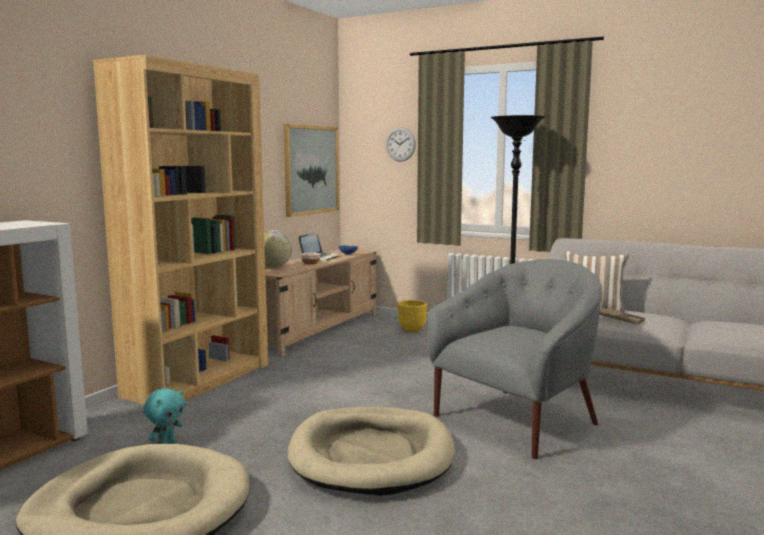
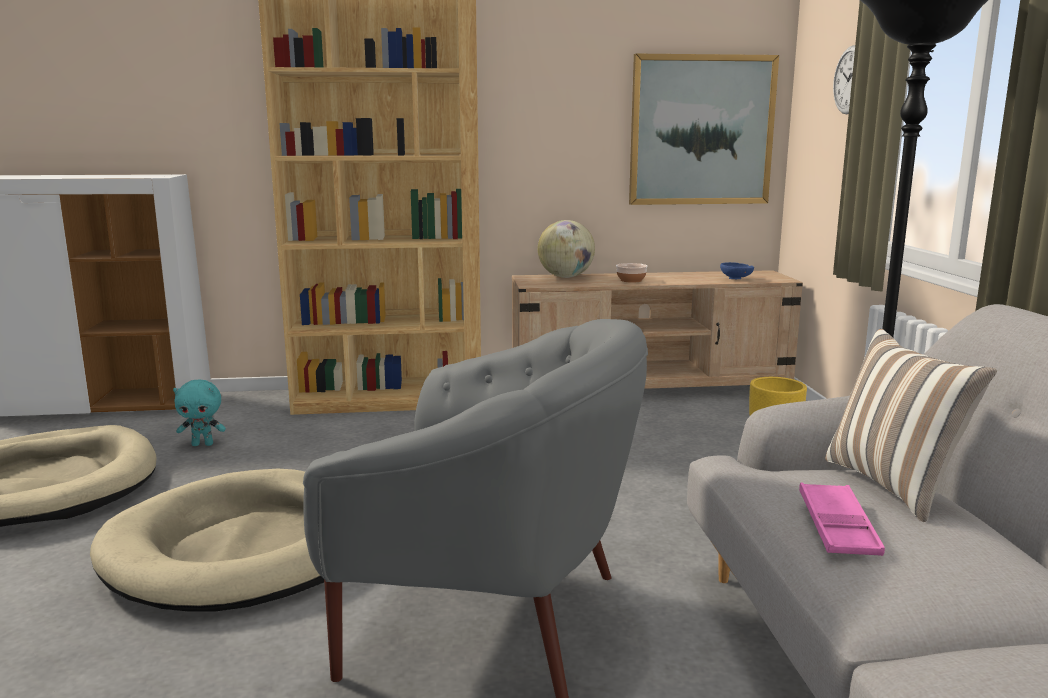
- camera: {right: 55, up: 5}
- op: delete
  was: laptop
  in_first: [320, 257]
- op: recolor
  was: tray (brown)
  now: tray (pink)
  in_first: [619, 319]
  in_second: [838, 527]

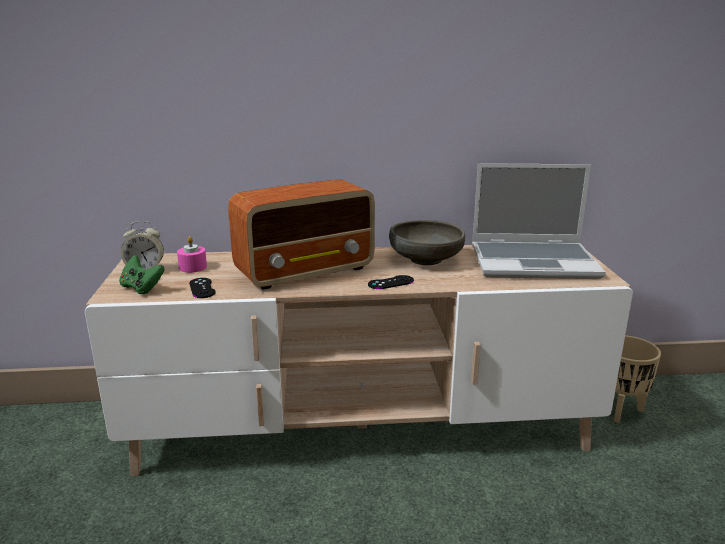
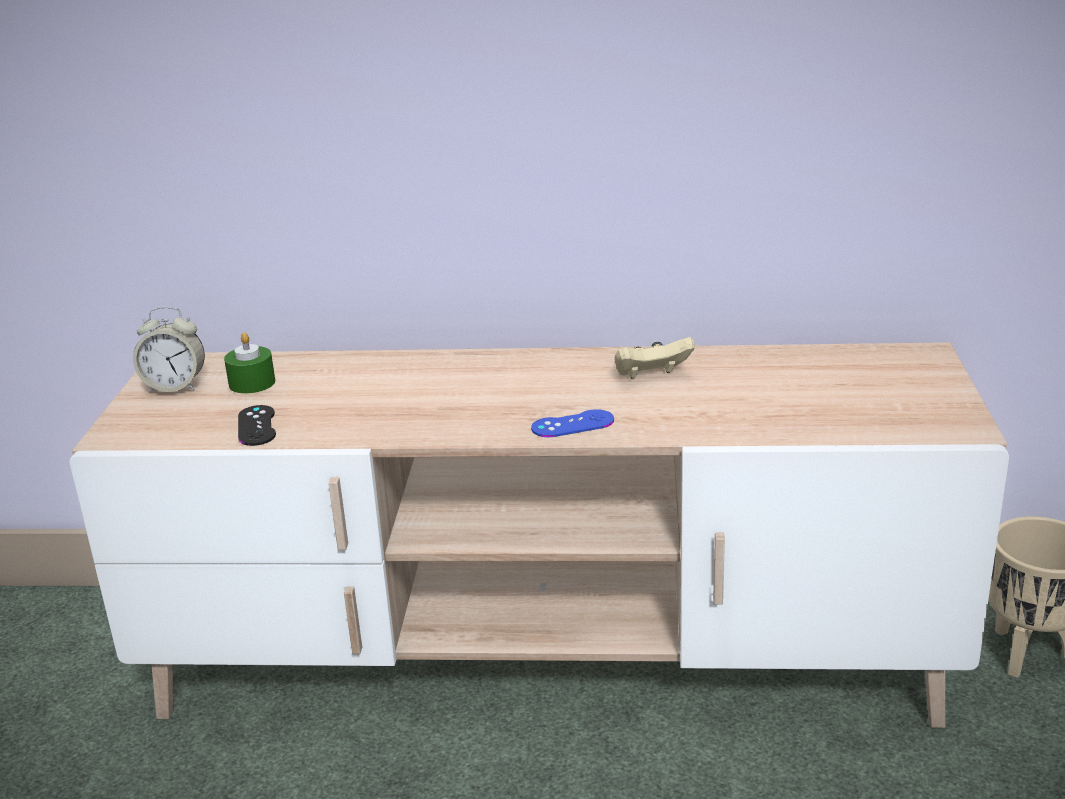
- camera: {right: 10, up: 5}
- op: delete
  was: game controller (green)
  in_first: [142, 288]
- op: recolor
  was: candle (pink)
  now: candle (green)
  in_first: [193, 267]
  in_second: [252, 383]
- op: delete
  was: radio
  in_first: [306, 271]
- op: recolor
  was: game controller (black)
  now: game controller (blue)
  in_first: [391, 282]
  in_second: [572, 424]
- op: replace
  was: bowl (grey)
  now: game controller (beige)
  in_first: [425, 259]
  in_second: [651, 376]
- op: delete
  was: laptop
  in_first: [534, 262]

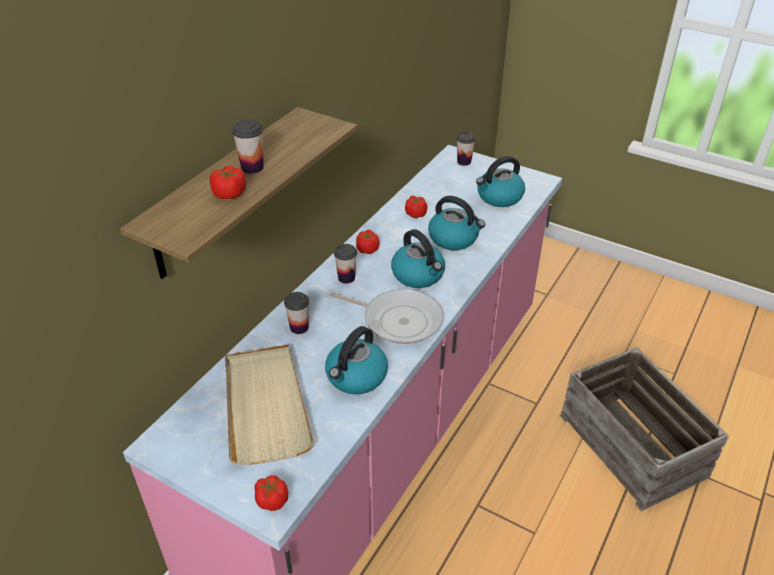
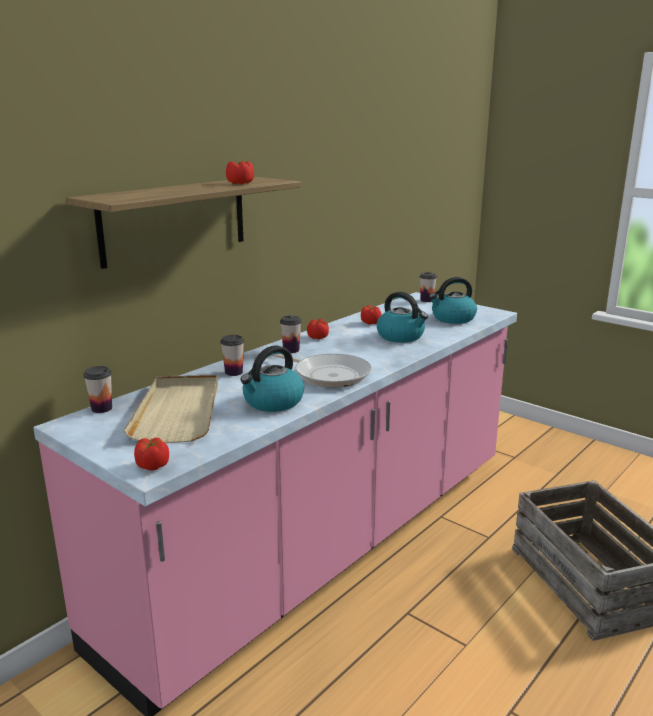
- camera: {right: 10, up: -20}
- op: move
  was: tomato
  in_first: [230, 194]
  in_second: [240, 183]
- op: move
  was: cup
  in_first: [252, 167]
  in_second: [102, 408]
- op: delete
  was: kettle
  in_first: [418, 275]

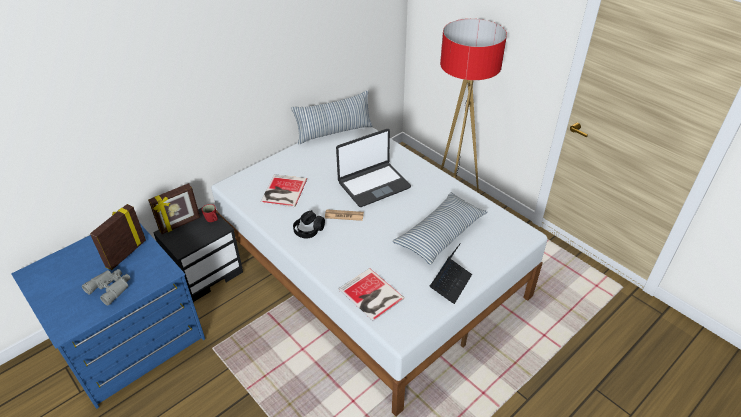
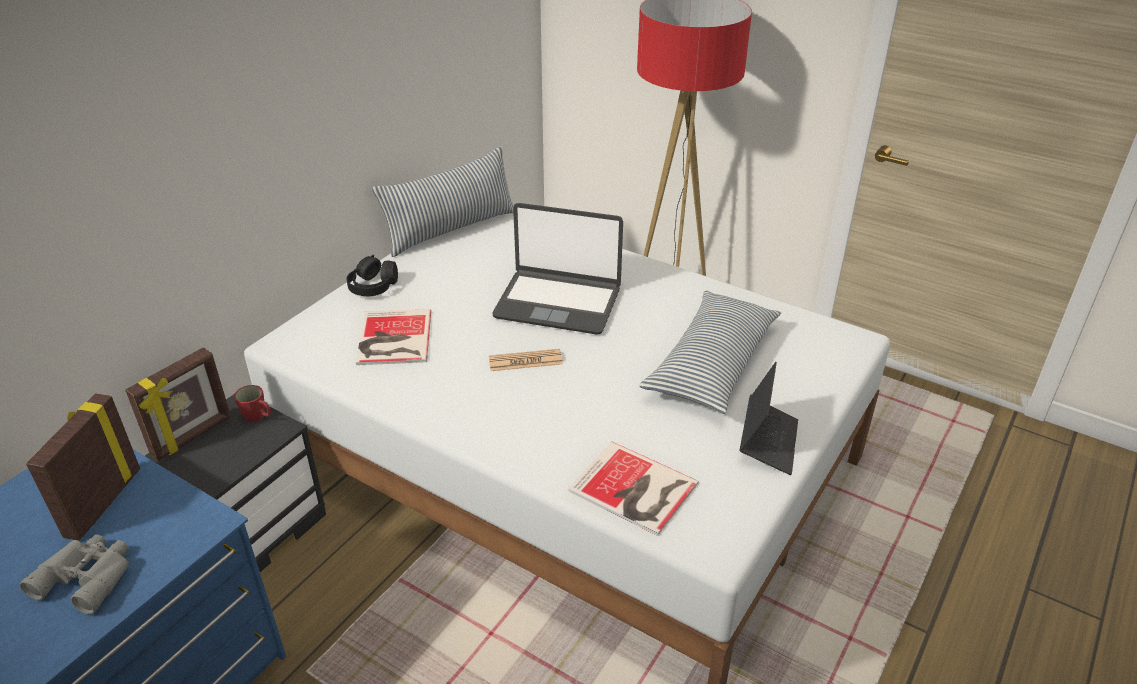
- camera: {right: -15, up: -5}
- op: move
  was: headphones (black)
  in_first: [309, 230]
  in_second: [373, 286]
- op: rotate
  was: laptop
  in_first: [373, 185]
  in_second: [558, 303]
  clockwise: 60

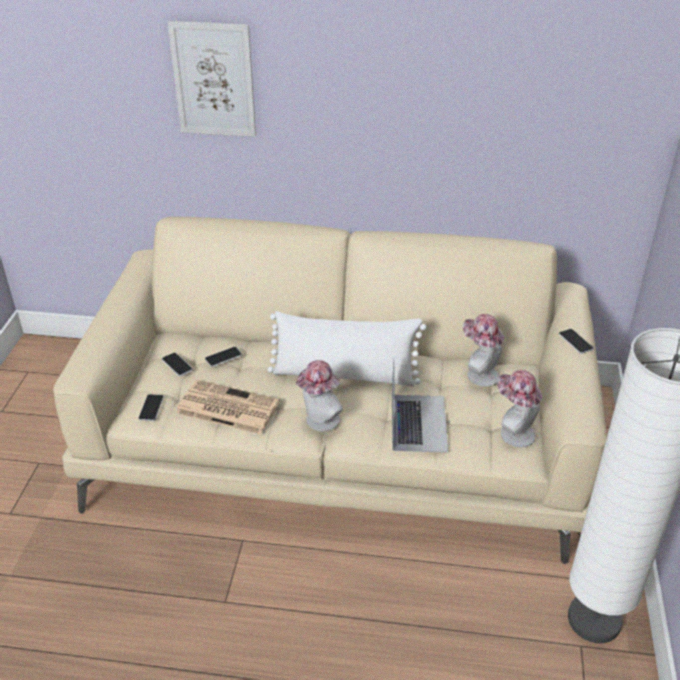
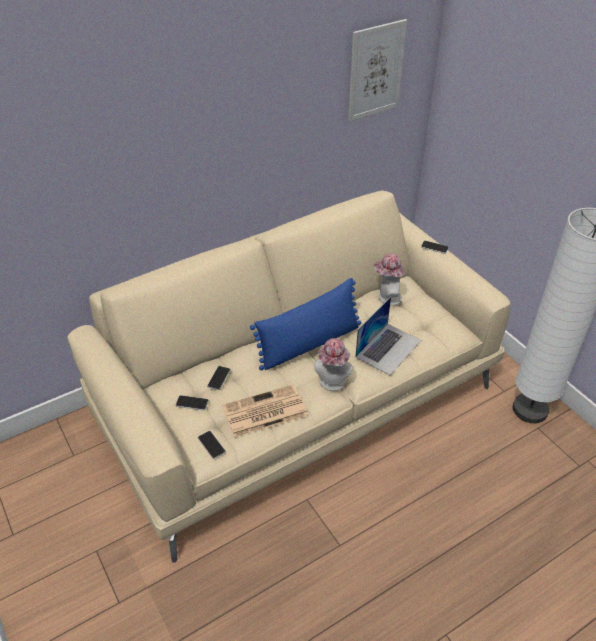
- camera: {right: -40, up: 5}
- op: move
  was: picture
  in_first: [213, 80]
  in_second: [375, 71]
- op: recolor
  was: pillow (white)
  now: pillow (blue)
  in_first: [344, 374]
  in_second: [309, 343]
- op: rotate
  was: laptop
  in_first: [418, 422]
  in_second: [388, 348]
  clockwise: 75
- op: delete
  was: hat
  in_first: [513, 432]

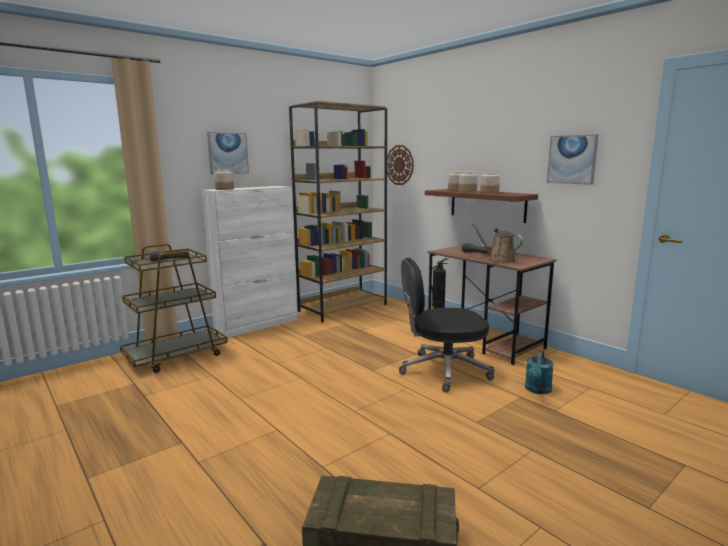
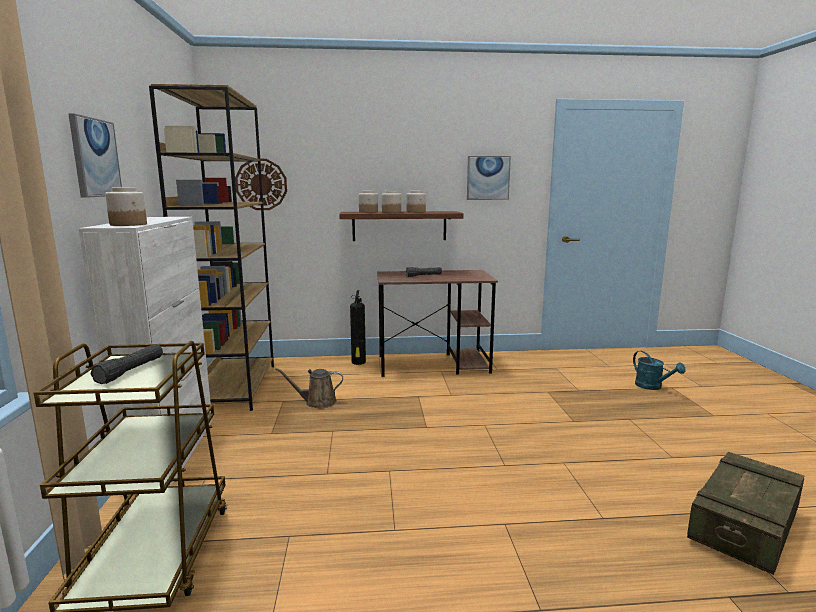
- camera: {right: -55, up: 0}
- op: delete
  was: office chair (black)
  in_first: [443, 371]
- op: move
  was: watering can (brown)
  in_first: [499, 260]
  in_second: [317, 402]
- op: move
  was: watering can (turquoise)
  in_first: [537, 390]
  in_second: [652, 387]

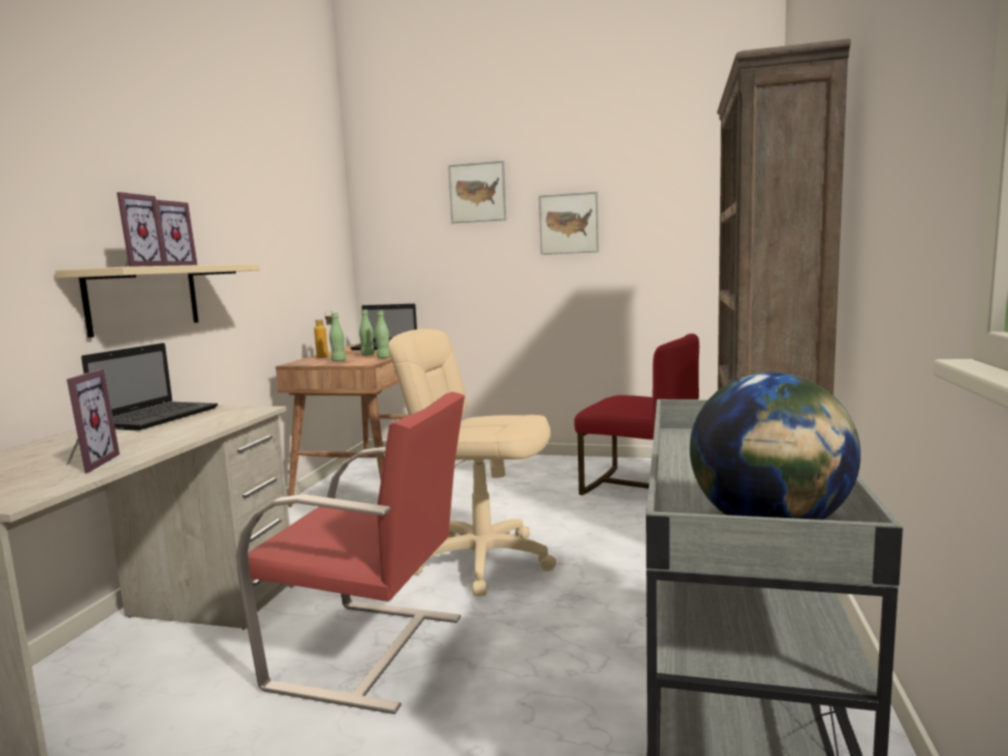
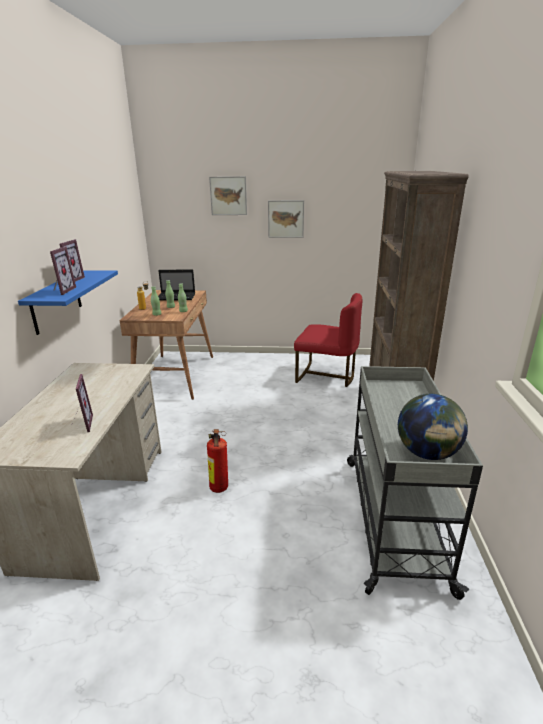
- camera: {right: -10, up: 15}
- op: recolor
  was: shelf (beige)
  now: shelf (blue)
  in_first: [144, 298]
  in_second: [56, 301]
- op: delete
  was: laptop
  in_first: [158, 417]
- op: replace
  was: chair (red)
  now: fire extinguisher
  in_first: [371, 652]
  in_second: [219, 489]
- op: delete
  was: office chair (beige)
  in_first: [483, 561]

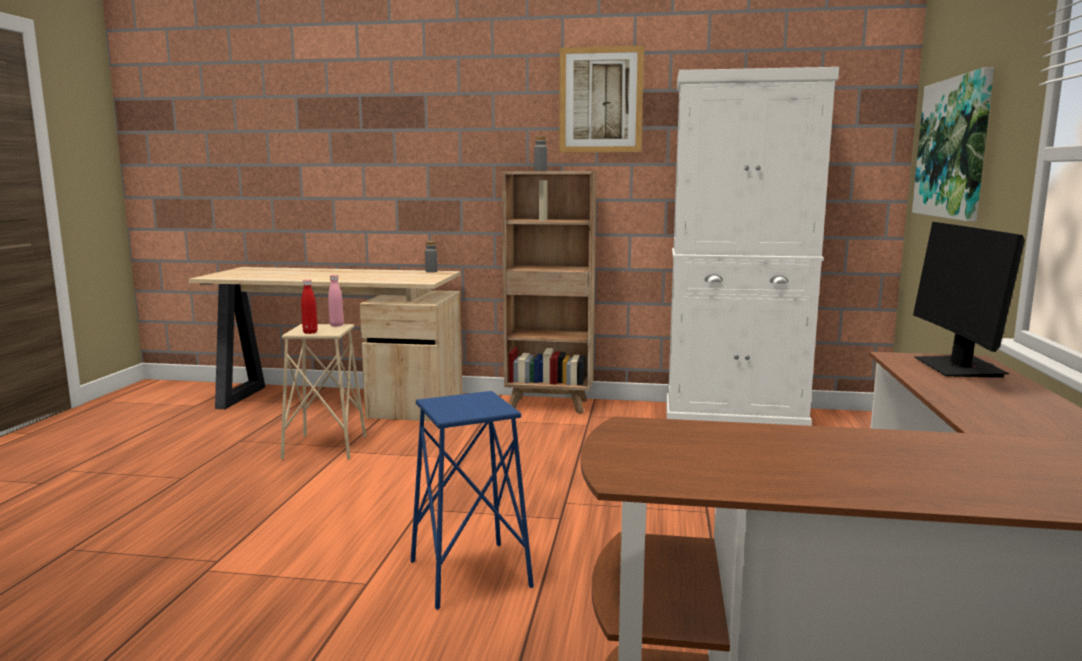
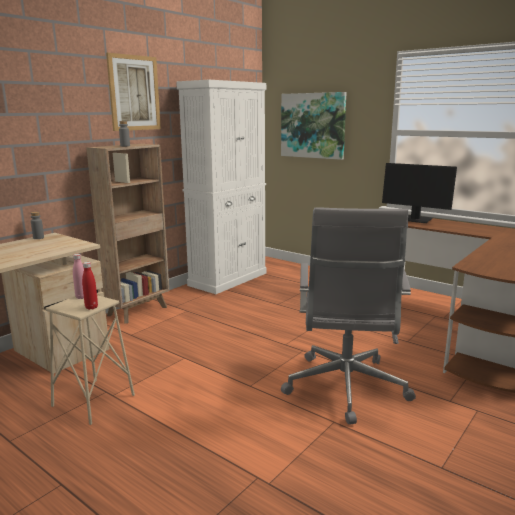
- camera: {right: -60, up: 5}
- op: replace
  was: stool (blue)
  now: office chair (grey)
  in_first: [469, 574]
  in_second: [345, 388]

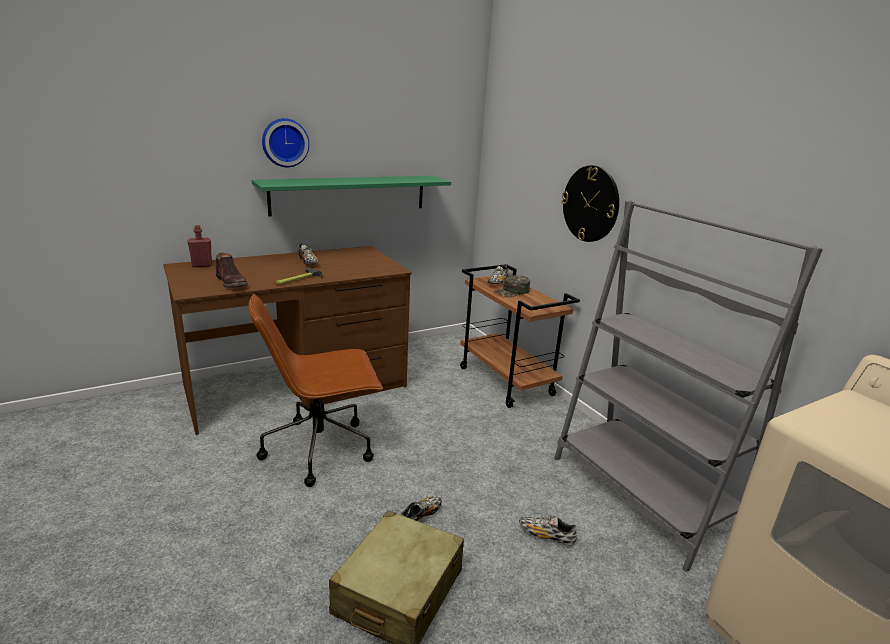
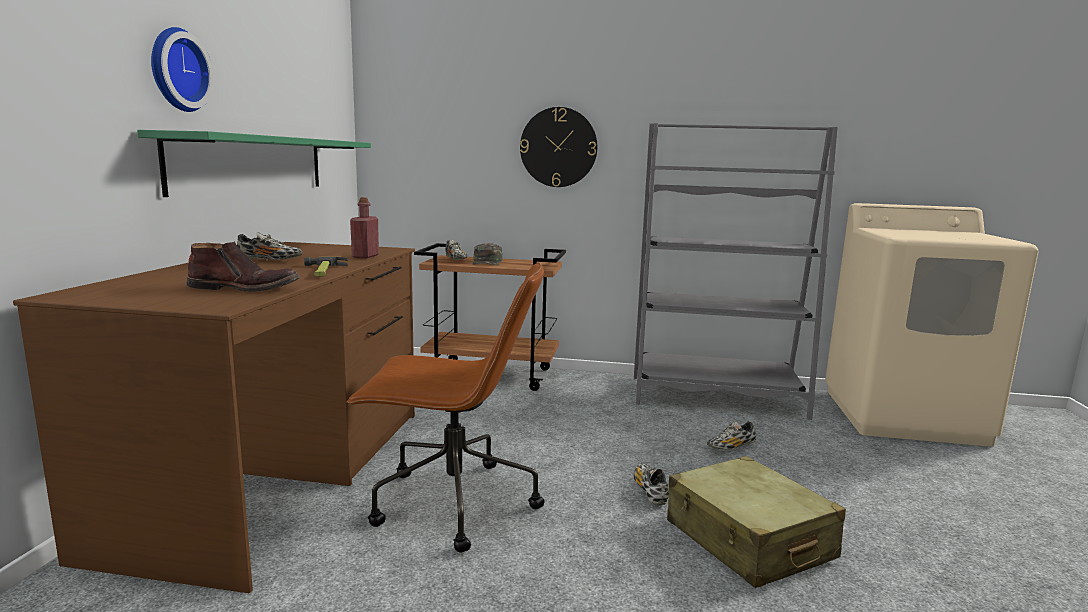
- camera: {right: -50, up: -10}
- op: move
  was: bottle (red)
  in_first: [202, 265]
  in_second: [365, 256]
- op: rotate
  was: office chair (brown)
  in_first: [321, 448]
  in_second: [451, 503]
  clockwise: -105

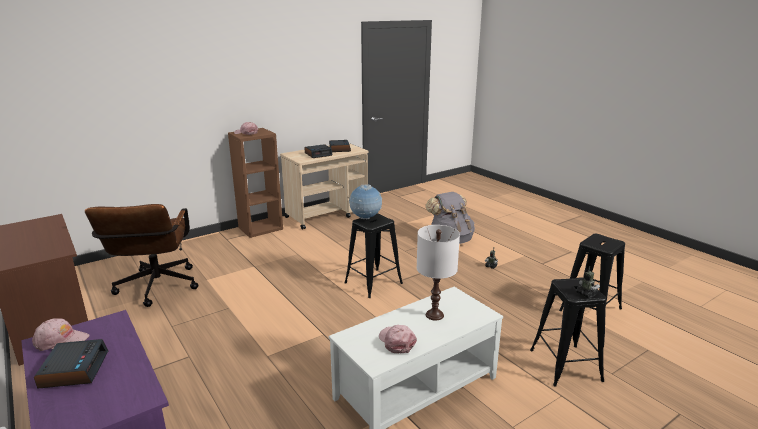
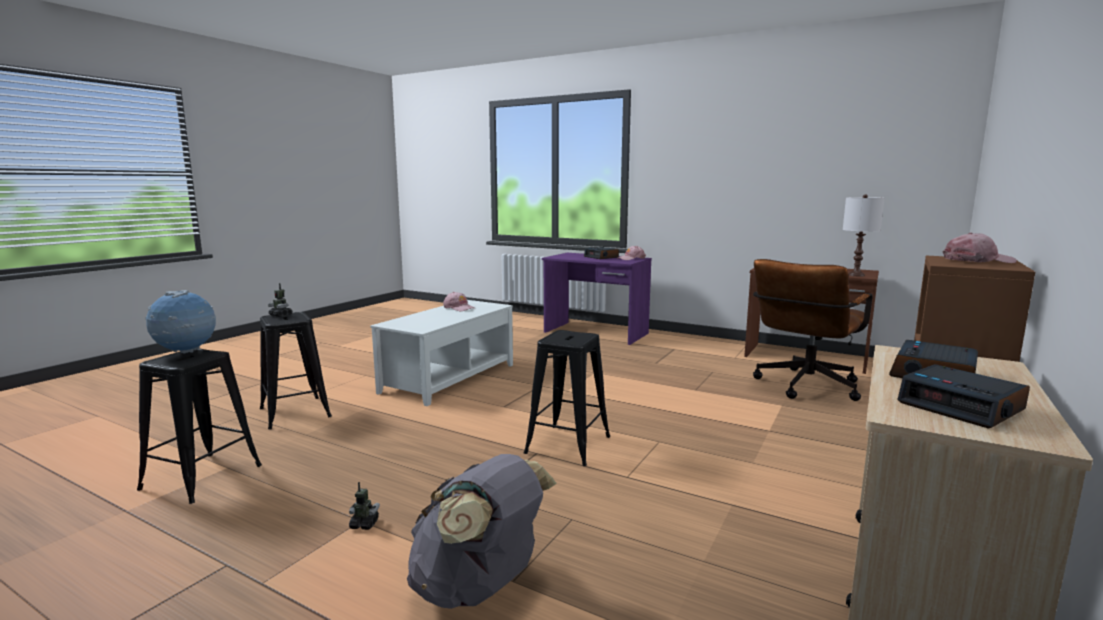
- camera: {right: 155, up: -10}
- op: rotate
  was: office chair (brown)
  in_first: [156, 289]
  in_second: [804, 388]
  clockwise: -105
- op: move
  was: globe
  in_first: [365, 218]
  in_second: [186, 352]
- op: move
  was: table lamp (white)
  in_first: [434, 315]
  in_second: [856, 275]

